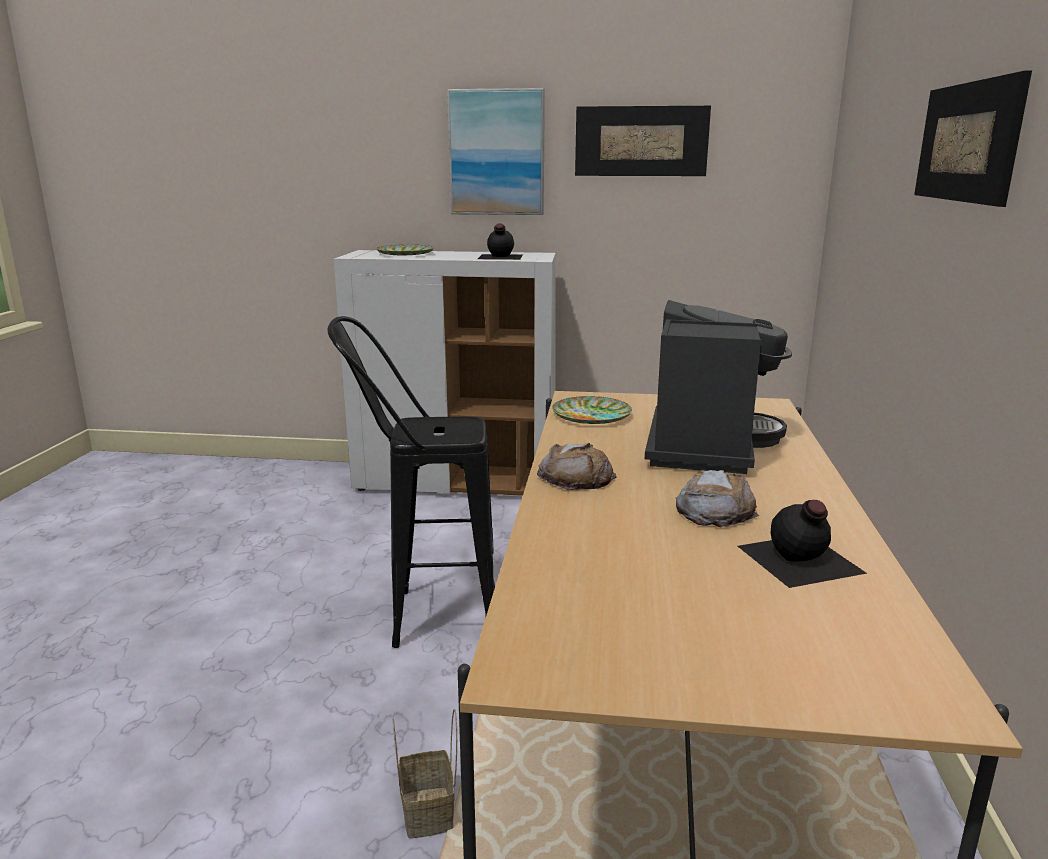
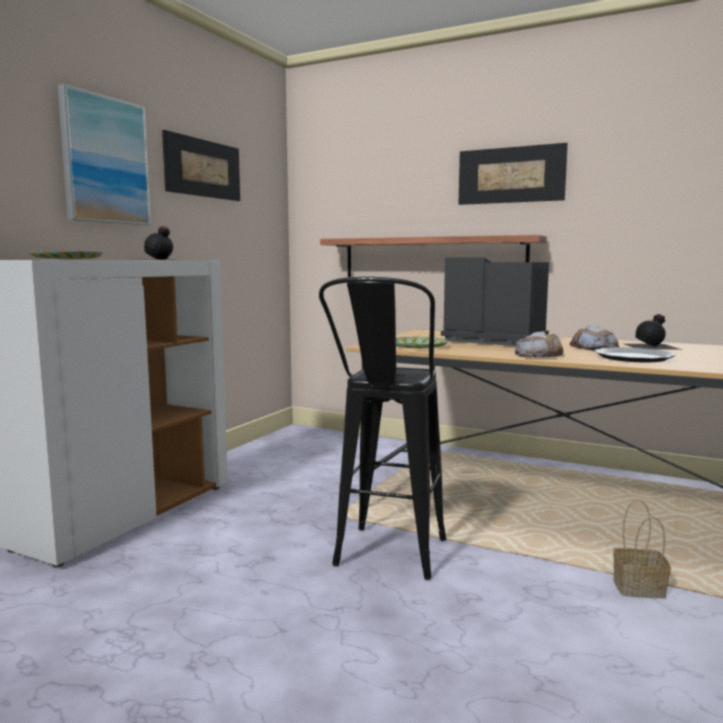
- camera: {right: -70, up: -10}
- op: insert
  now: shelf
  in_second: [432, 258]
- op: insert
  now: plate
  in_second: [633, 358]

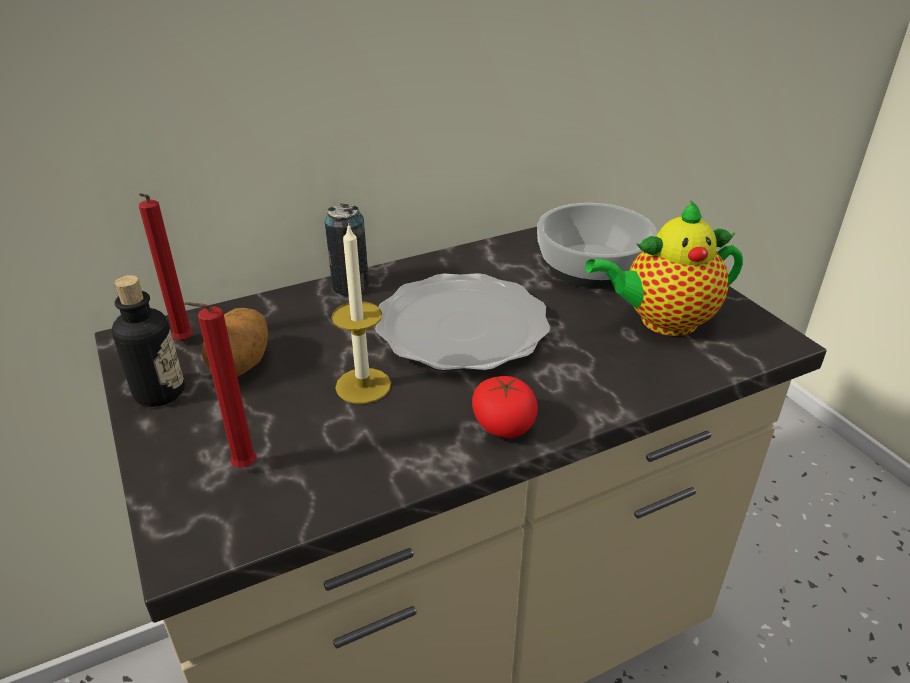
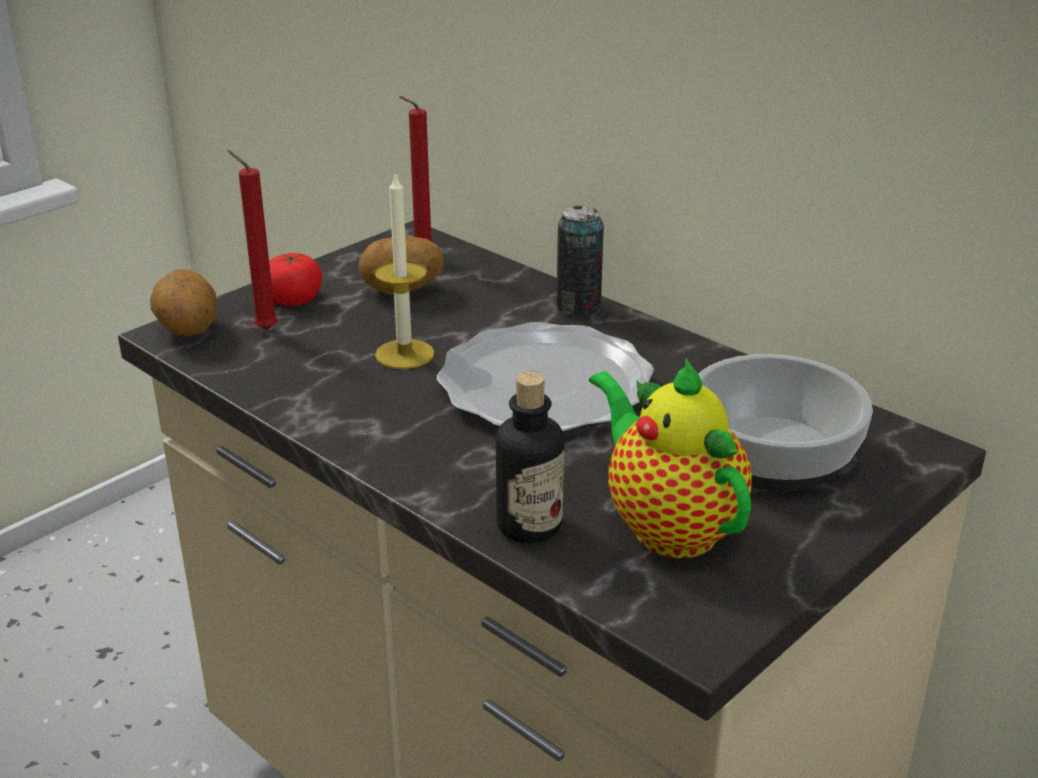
- camera: {right: 70, up: -5}
- op: move
  was: bottle
  in_first: [159, 392]
  in_second: [529, 526]
- op: move
  was: tomato
  in_first: [503, 424]
  in_second: [293, 299]
- op: insert
  now: potato
  in_second: [187, 331]

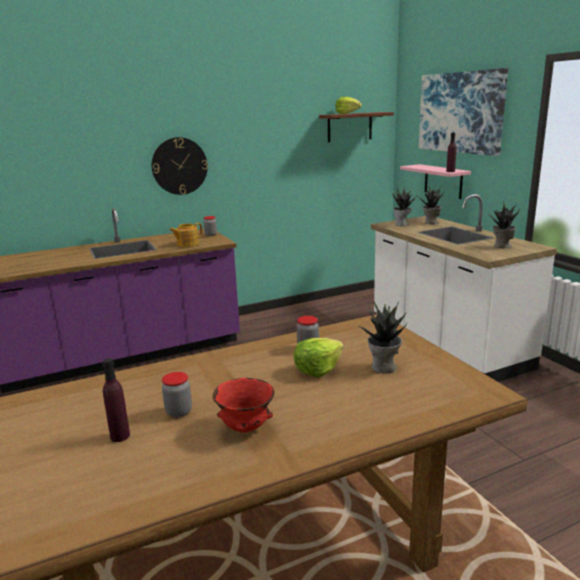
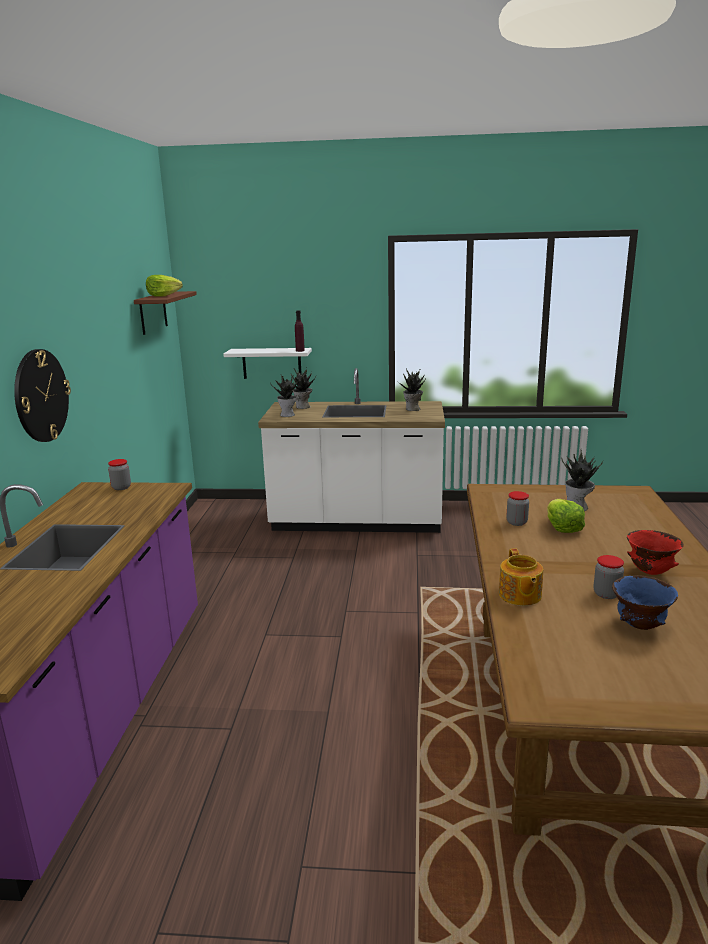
- camera: {right: -60, up: 0}
- op: replace
  was: bottle (purple)
  now: bowl (blue)
  in_first: [120, 436]
  in_second: [639, 626]
- op: move
  was: teapot
  in_first: [187, 244]
  in_second: [519, 595]
- op: recolor
  was: shelf (pink)
  now: shelf (white)
  in_first: [443, 181]
  in_second: [271, 363]
- op: delete
  was: picture
  in_first: [460, 112]

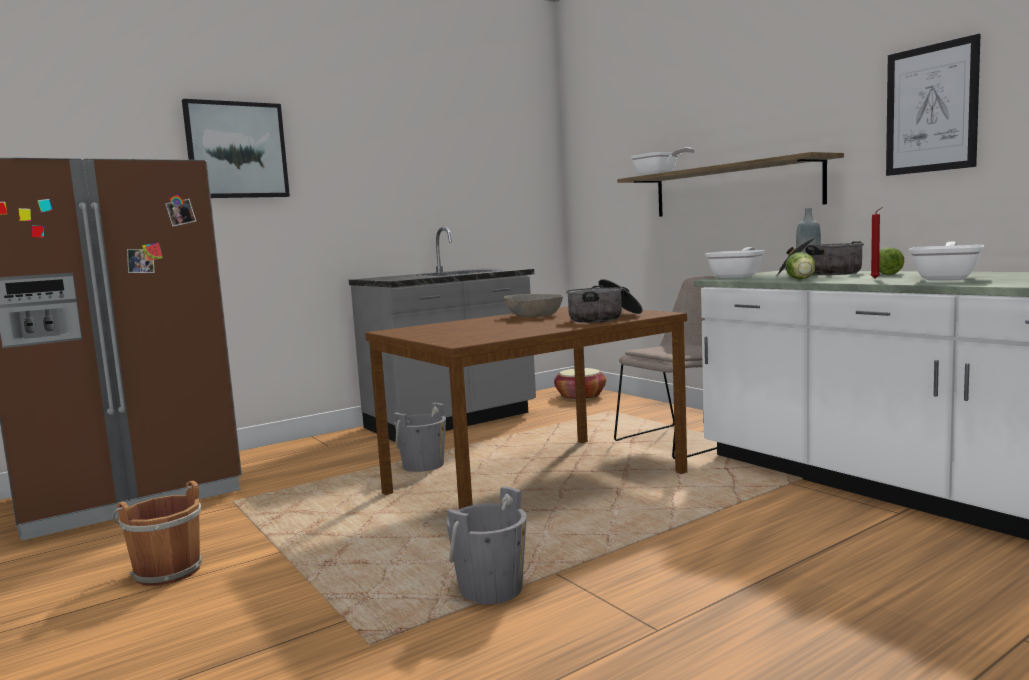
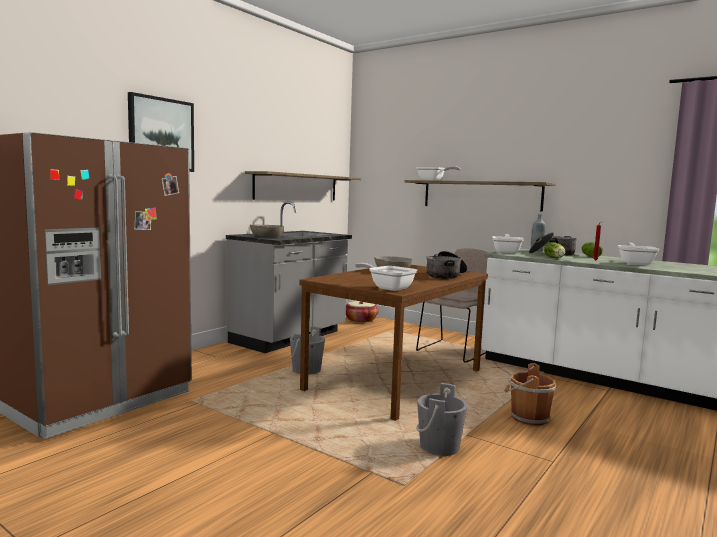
- camera: {right: -20, up: 0}
- op: move
  was: bucket (brown)
  in_first: [166, 571]
  in_second: [527, 417]
- op: delete
  was: picture
  in_first: [931, 109]
- op: insert
  now: shelf
  in_second: [297, 187]
- op: insert
  now: bowl (grey)
  in_second: [267, 237]
- op: insert
  now: frying pan
  in_second: [388, 288]

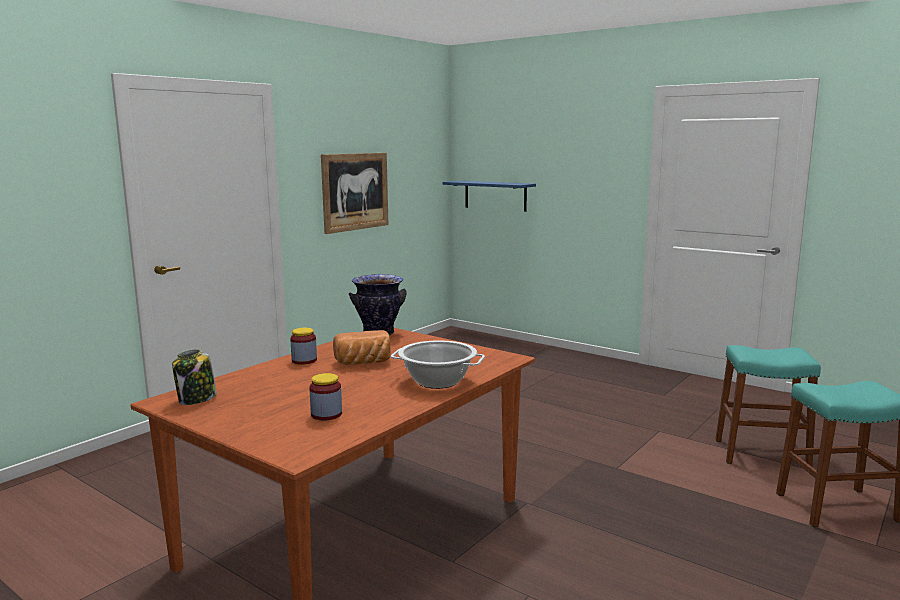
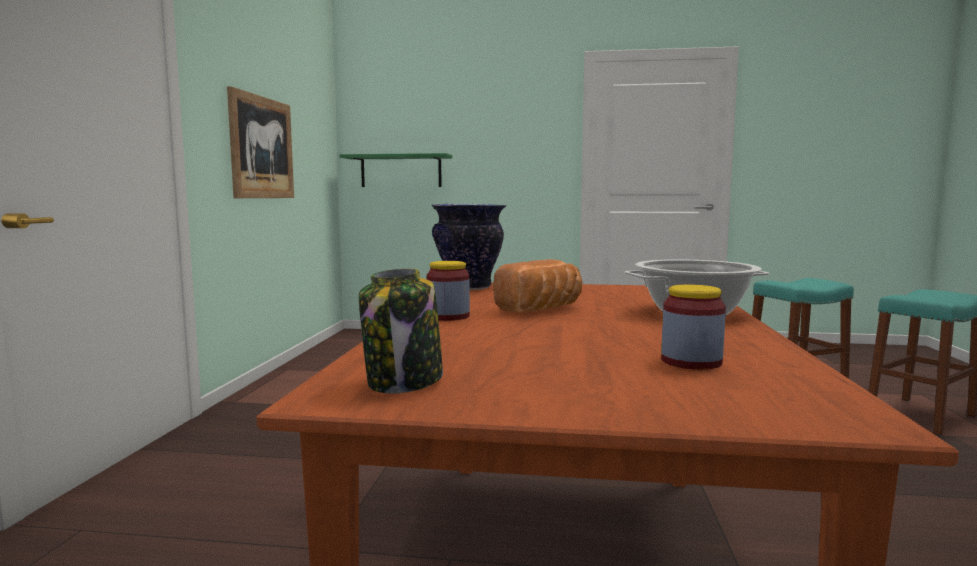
- camera: {right: -30, up: -5}
- op: recolor
  was: shelf (blue)
  now: shelf (green)
  in_first: [495, 195]
  in_second: [401, 171]

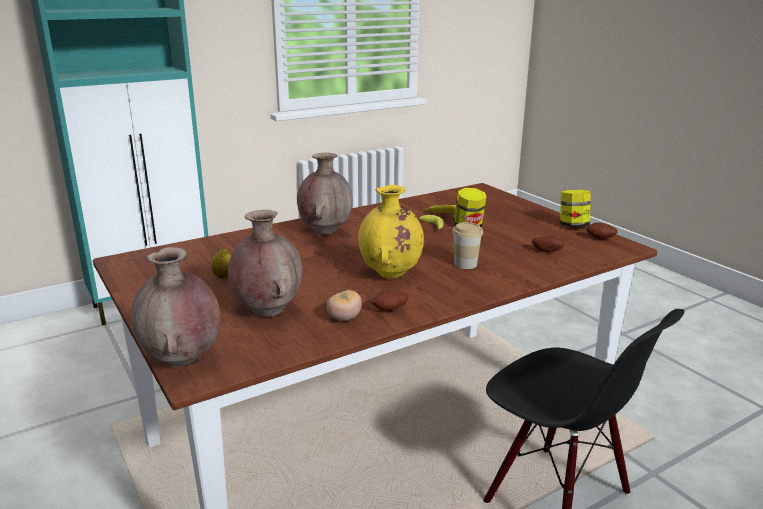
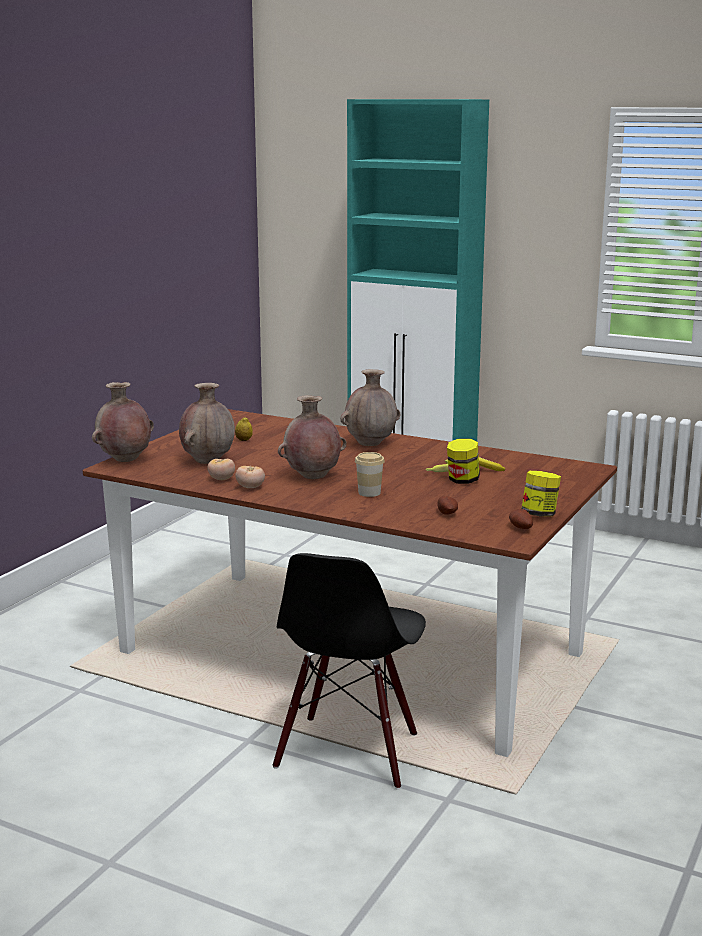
- camera: {right: 60, up: -5}
- op: recolor
  was: vase (yellow)
  now: vase (brown)
  in_first: [390, 275]
  in_second: [312, 477]
- op: replace
  was: potato
  now: tomato
  in_first: [390, 310]
  in_second: [250, 487]

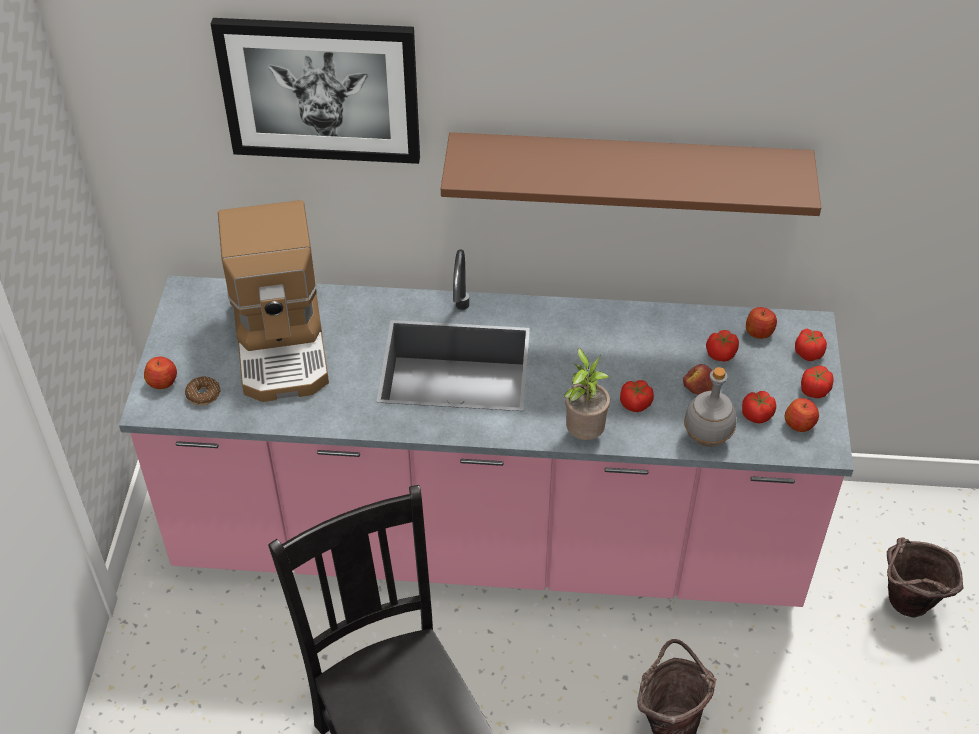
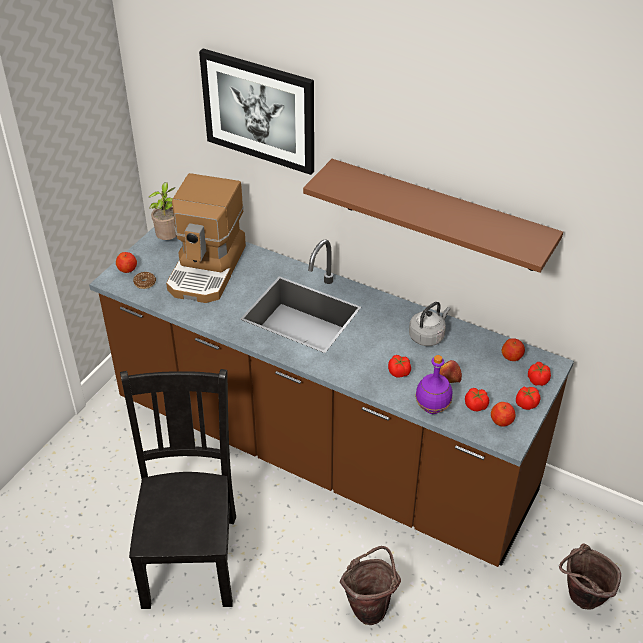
- camera: {right: 25, up: -5}
- op: recolor
  was: counter (pink)
  now: counter (brown)
  in_first: [489, 537]
  in_second: [321, 450]
- op: move
  was: potted plant
  in_first: [583, 433]
  in_second: [168, 239]
- op: recolor
  was: bottle (grey)
  now: bottle (purple)
  in_first: [706, 438]
  in_second: [431, 408]
- op: delete
  was: tomato
  in_first: [721, 354]
- op: insert
  now: kettle (grey)
  in_second: [428, 336]

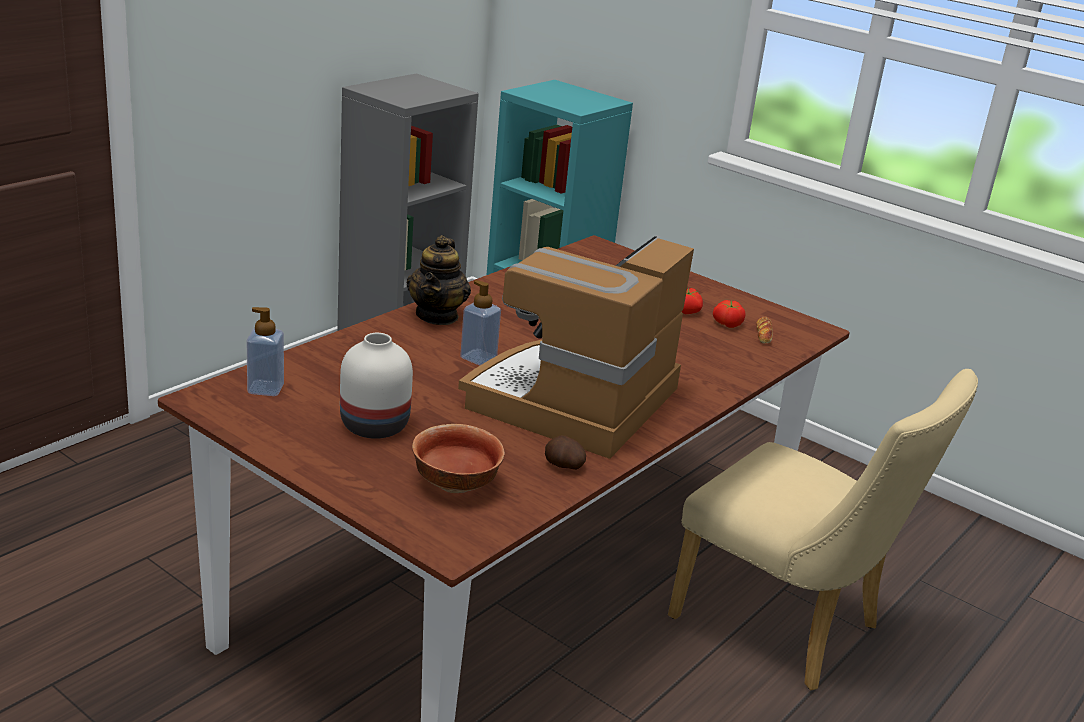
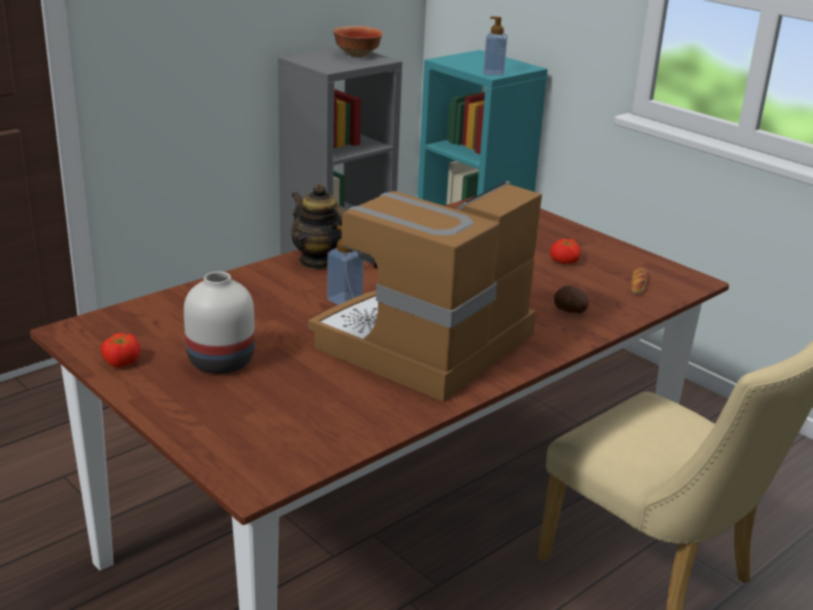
- camera: {right: 10, up: 0}
- op: move
  was: soap dispenser
  in_first: [265, 388]
  in_second: [493, 73]
- op: rotate
  was: teapot
  in_first: [437, 316]
  in_second: [319, 261]
  clockwise: 120
- op: move
  was: bowl
  in_first: [457, 484]
  in_second: [358, 55]
- op: move
  was: potato
  in_first: [563, 466]
  in_second: [569, 311]
- op: move
  was: tomato
  in_first: [727, 324]
  in_second: [121, 362]

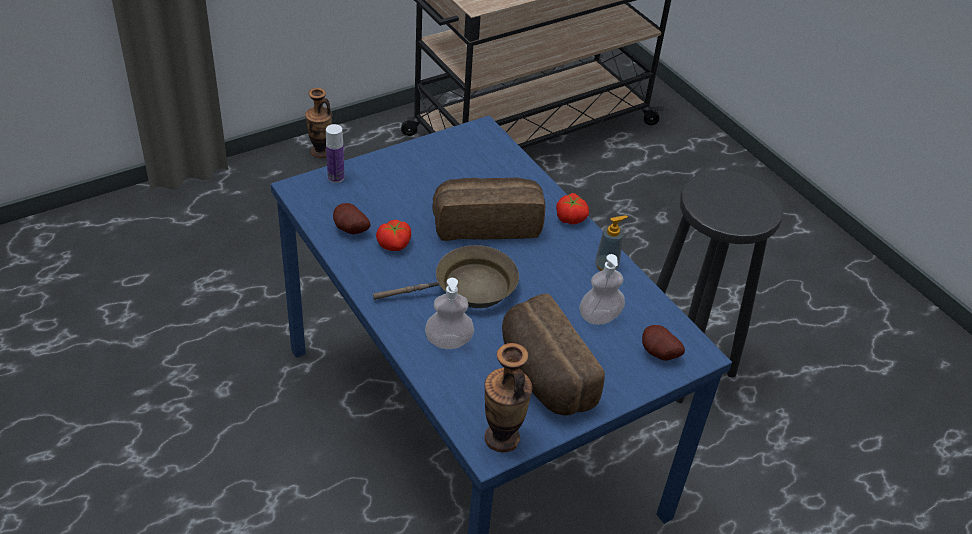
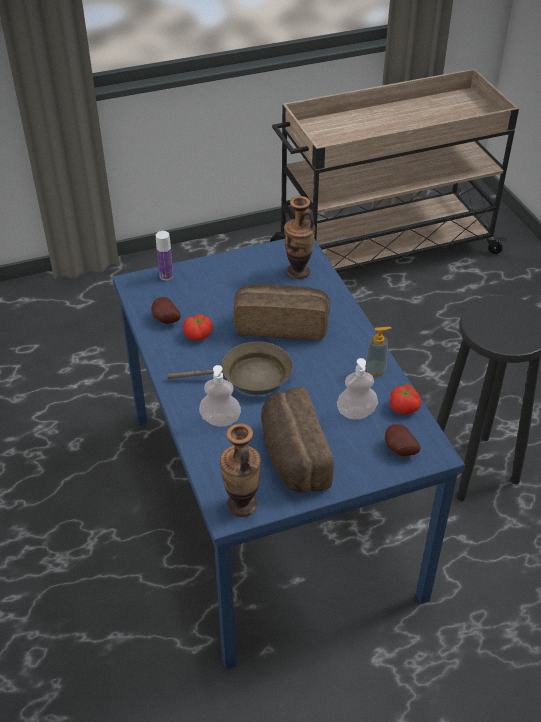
- camera: {right: 15, up: 0}
- op: move
  was: vase
  in_first: [320, 152]
  in_second: [298, 272]
- op: move
  was: tomato
  in_first: [571, 217]
  in_second: [404, 407]

